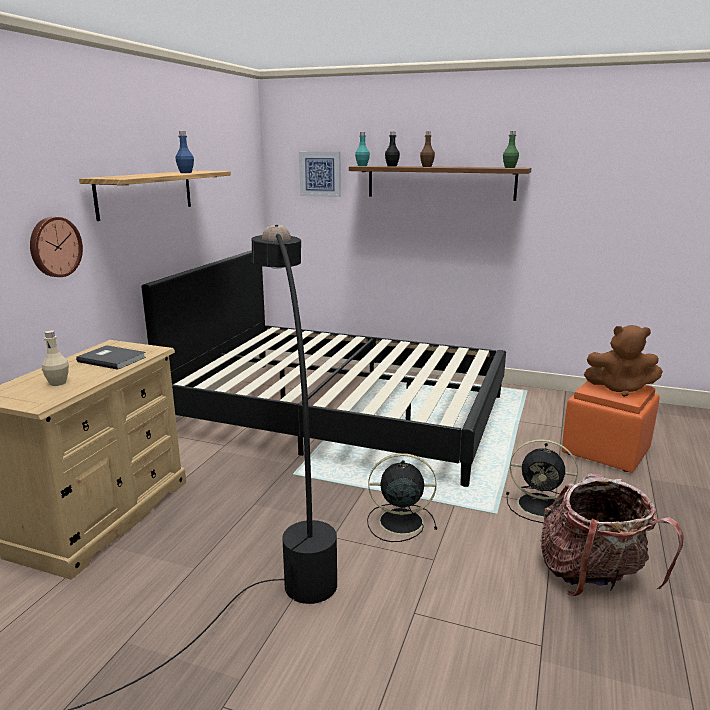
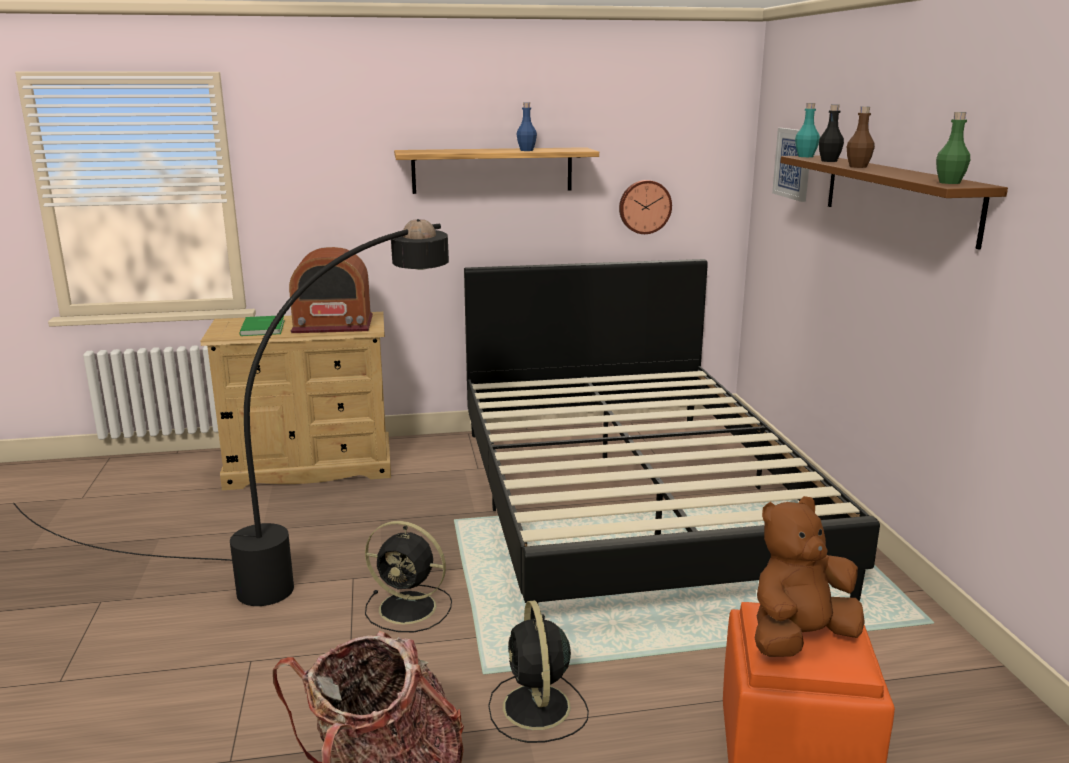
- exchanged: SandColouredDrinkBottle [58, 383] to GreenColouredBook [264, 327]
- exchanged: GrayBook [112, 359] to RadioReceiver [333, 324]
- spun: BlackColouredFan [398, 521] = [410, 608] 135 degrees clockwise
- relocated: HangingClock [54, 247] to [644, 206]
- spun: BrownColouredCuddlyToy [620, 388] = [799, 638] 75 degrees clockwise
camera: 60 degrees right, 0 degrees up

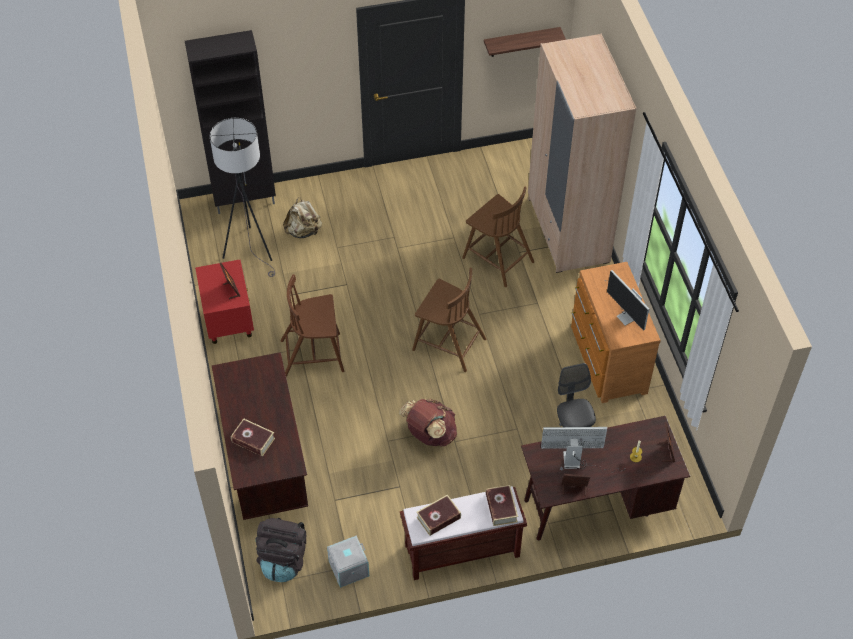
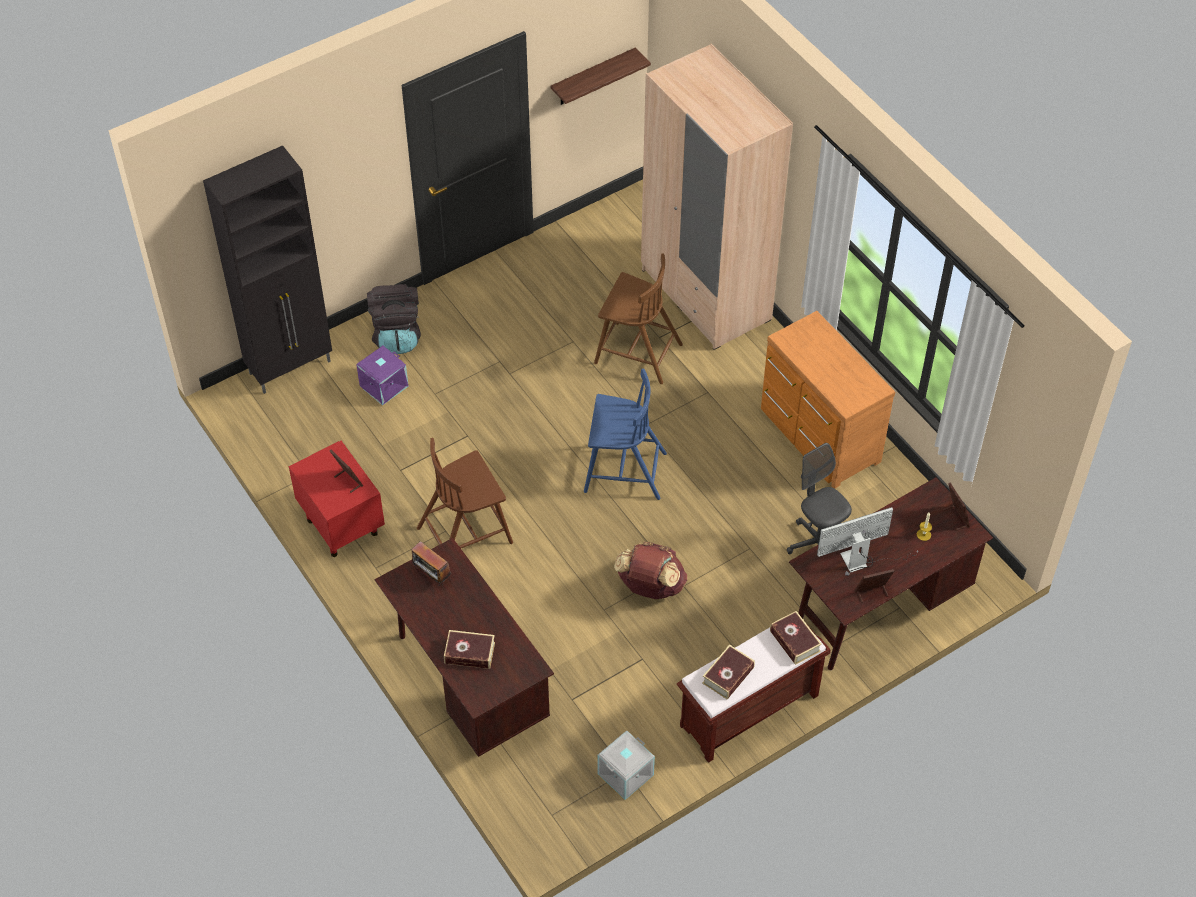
- exchanged: SandColouredBackpack [304, 231] to PurplishStorageContainer [383, 385]
- relocated: BlackColouredBackpack [284, 560] to [397, 336]
- appeared: RadioReceiver [432, 575]
- colour: BrownColouredChair [447, 343] to BlueChair [623, 472]
- missing: GrayFloorLamp [252, 250]
- missing: Monitor [625, 312]
camera: 20 degrees left, 0 degrees up

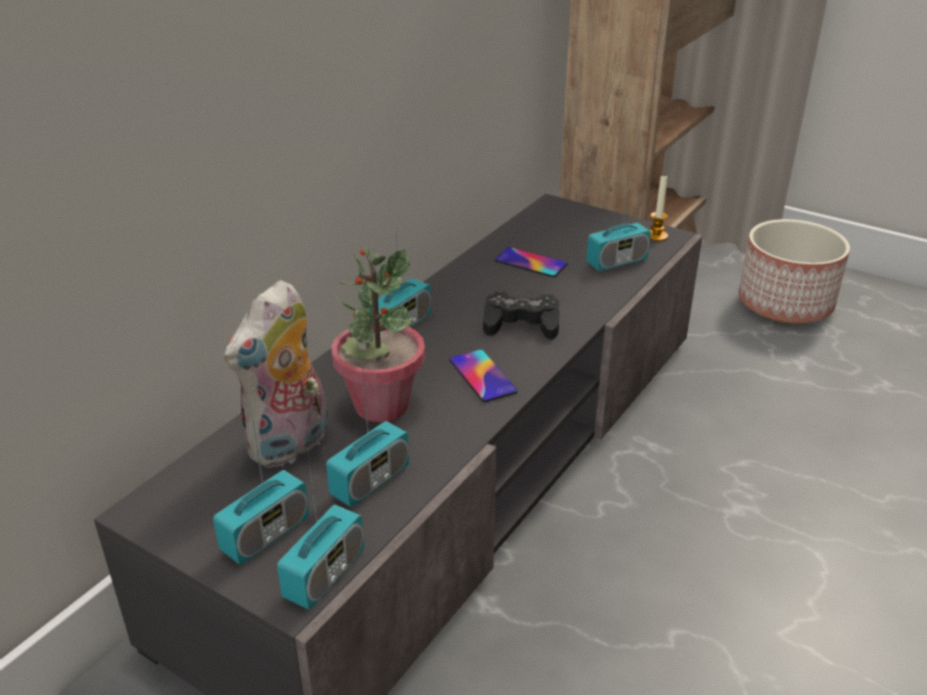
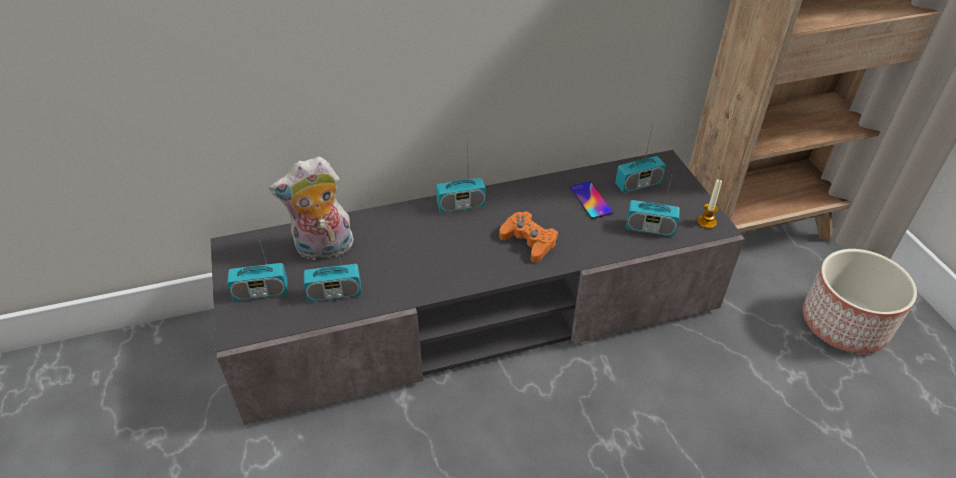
- colour: BlackColouredJoypad [521, 324] to OrangeyJoypad [529, 241]
- relocated: RadioReceiver [325, 574] to [638, 184]
- missing: Houseplant [380, 405]
- missing: Telephone [482, 376]
camera: 40 degrees right, 10 degrees up

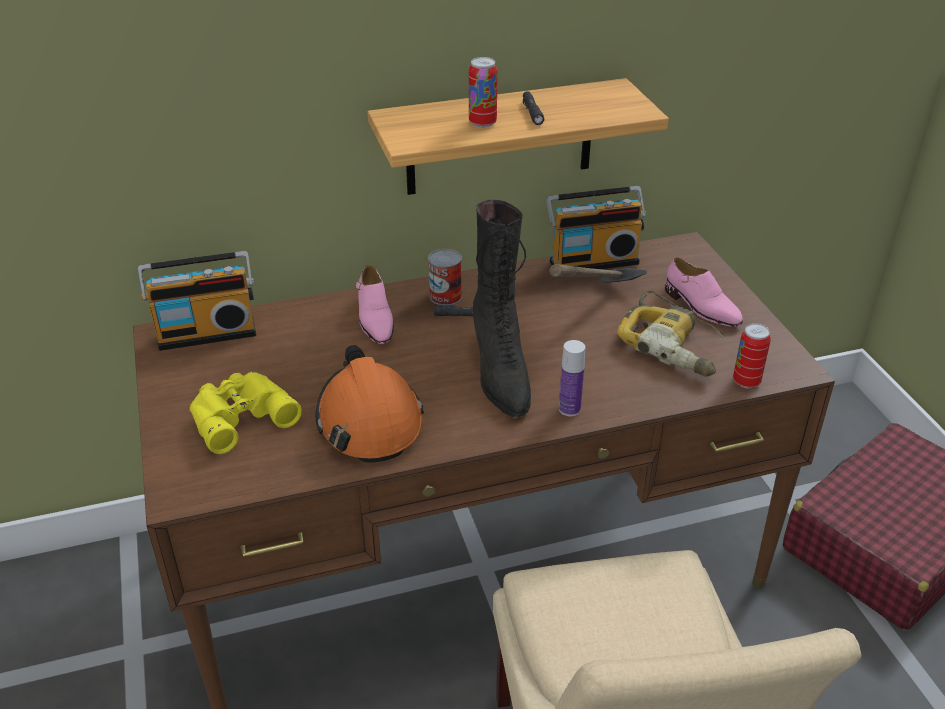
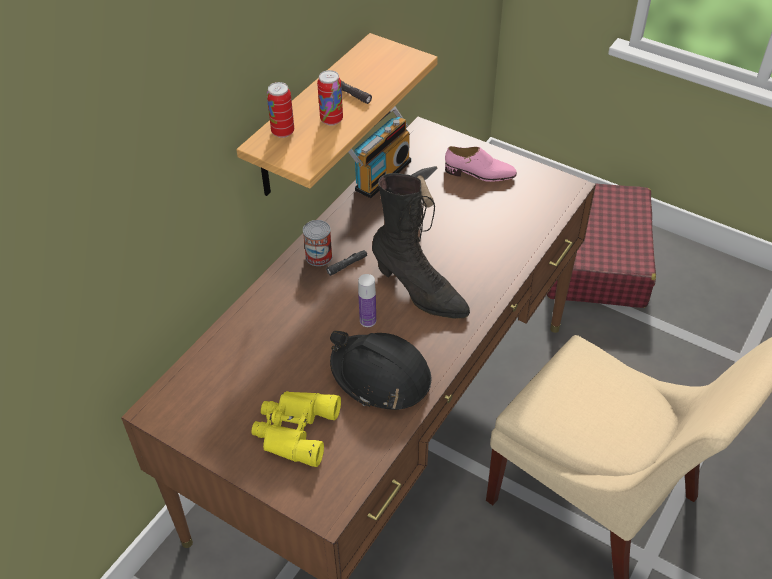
- relocated: SealedCan [746, 381] to [283, 132]
- colour: OrangeyHardHat [369, 420] to BlackColouredHardHat [380, 377]
- relocated: DrinkBottle [569, 409] to [368, 320]
- missing: RadioReceiver [207, 332]
- missing: PinkColouredLowShoe [374, 319]
- missing: Drill [673, 345]
camera: 40 degrees left, 10 degrees up

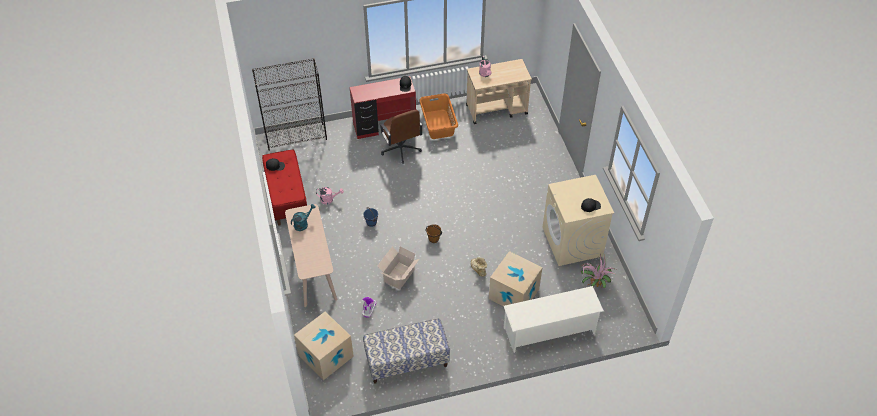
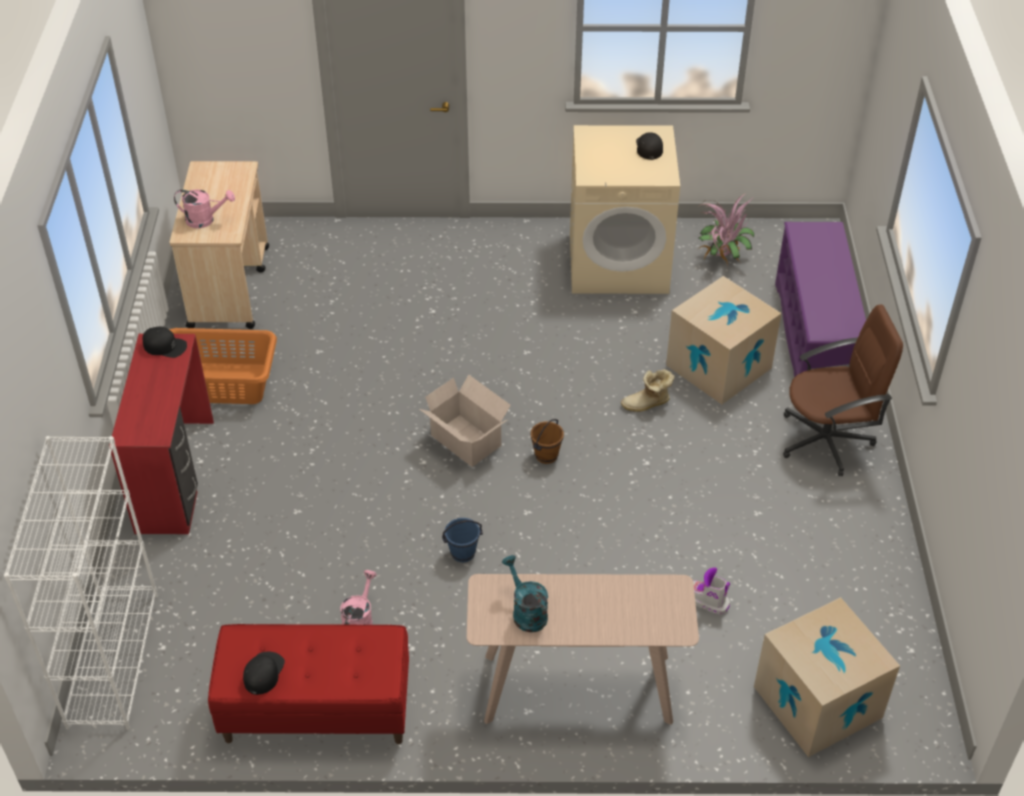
- colour: BlackColouredShelvingUnit [296, 136] to WhiteColouredShelvingUnit [113, 658]
- relocated: CardboardBox [398, 276] to [467, 442]
- colour: WhiteColouredShoeRack [549, 331] to PurplishShoeRack [813, 339]
- relocated: BrownColouredDeskChair [400, 149] to [826, 440]
- missing: Bench [407, 361]
camera: 75 degrees left, 5 degrees down

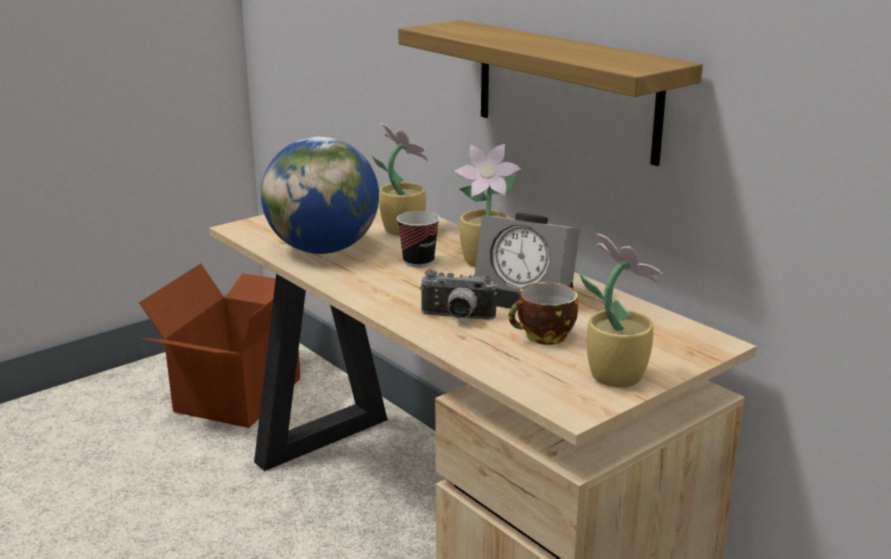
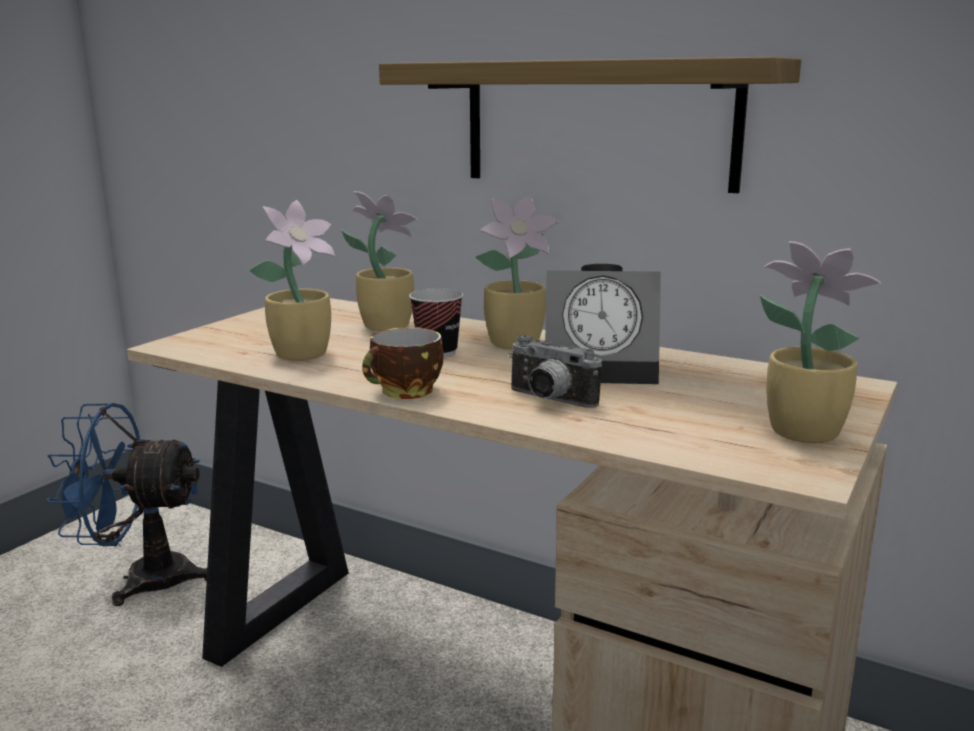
- exchanged: CardboardBox [236, 394] to BlueFan [142, 579]
- exchanged: Globe [323, 249] to Houseplant [304, 354]
- relocated: SmallCup [544, 337] to [405, 392]
- spun: StillCamera [457, 318] = [548, 401] 45 degrees clockwise
camera: 20 degrees left, 5 degrees down

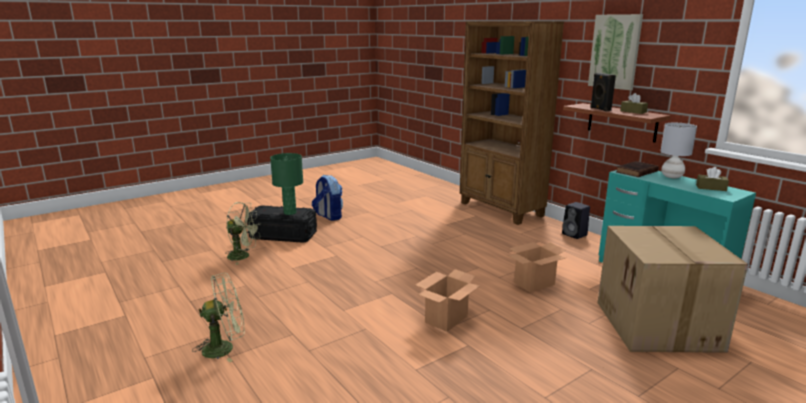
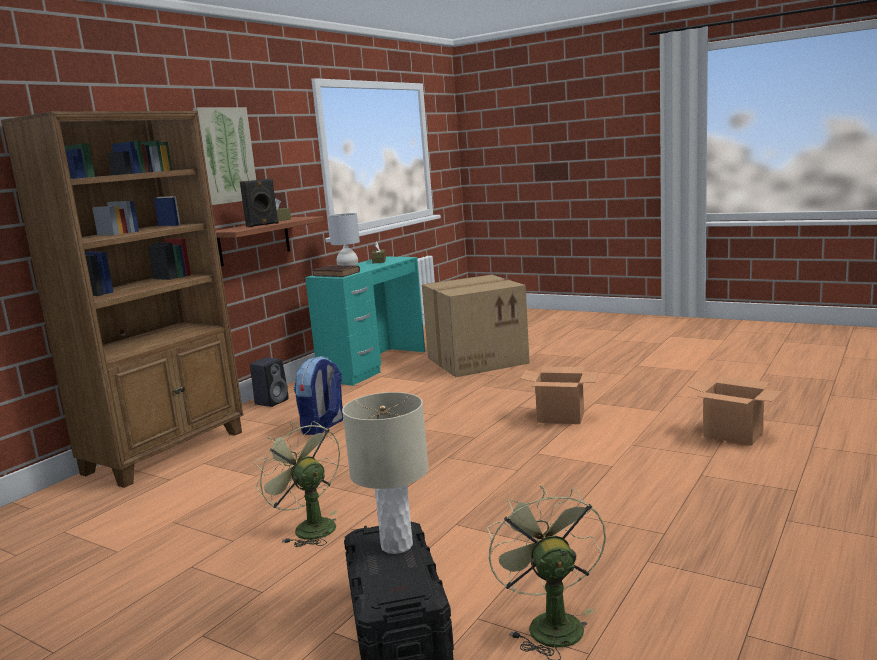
- relocated: GreenColouredFan [225, 348] to [308, 527]
- relocated: Backpack [328, 216] to [323, 427]
- colour: GreenColouredTableLamp [290, 213] to SandColouredTableLamp [397, 545]
- relocated: CardboardBox [534, 284] to [734, 435]
camera: 110 degrees left, 5 degrees down

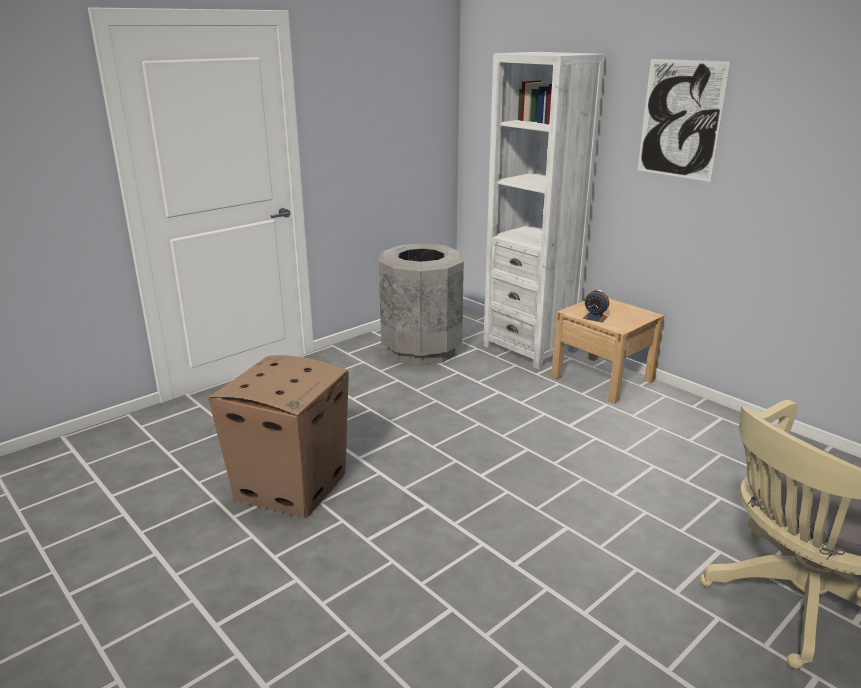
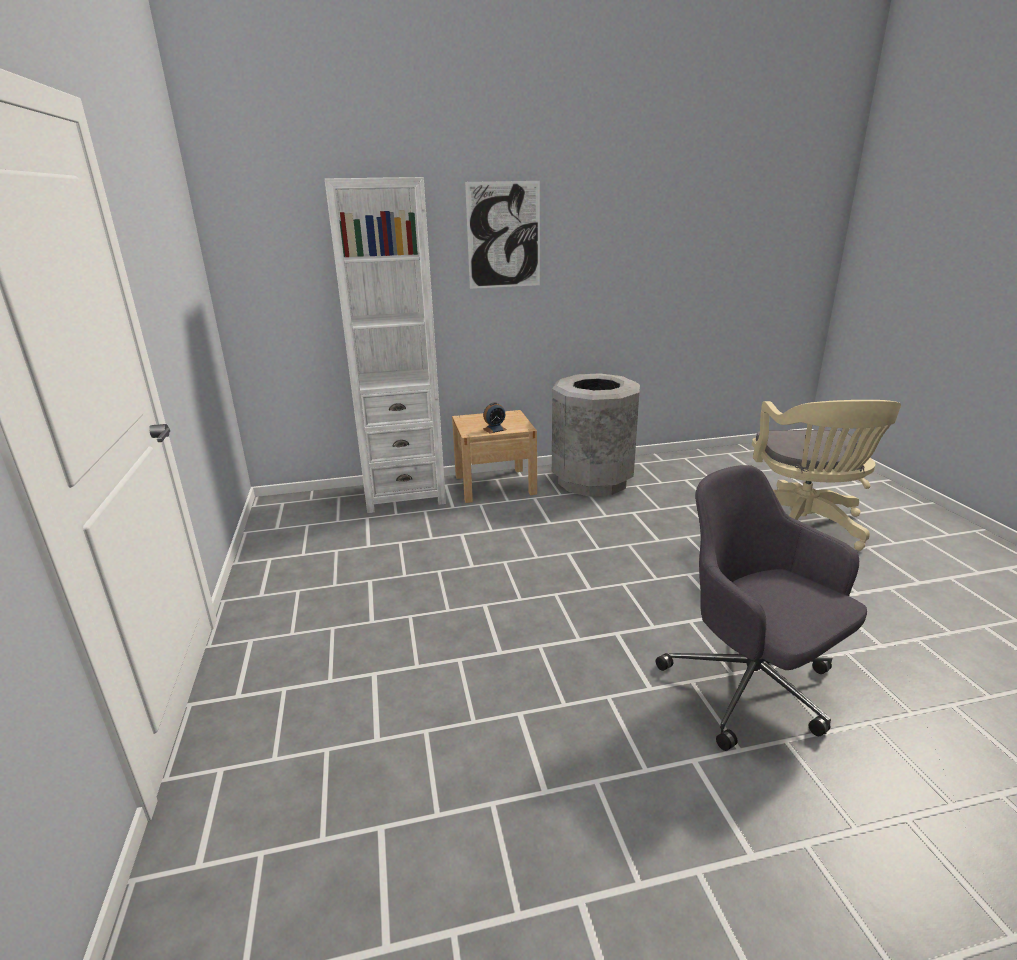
- relocated: GrayWasteBin [421, 350] to [592, 481]
- appeared: GrayDeskChair [752, 688]
- missing: CardboardBox [292, 486]
camera: 60 degrees left, 0 degrees up

